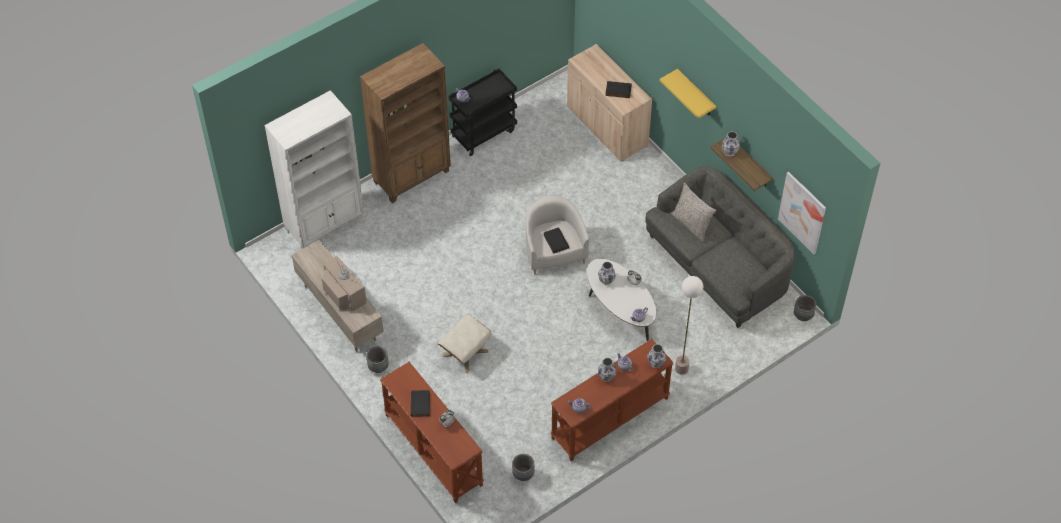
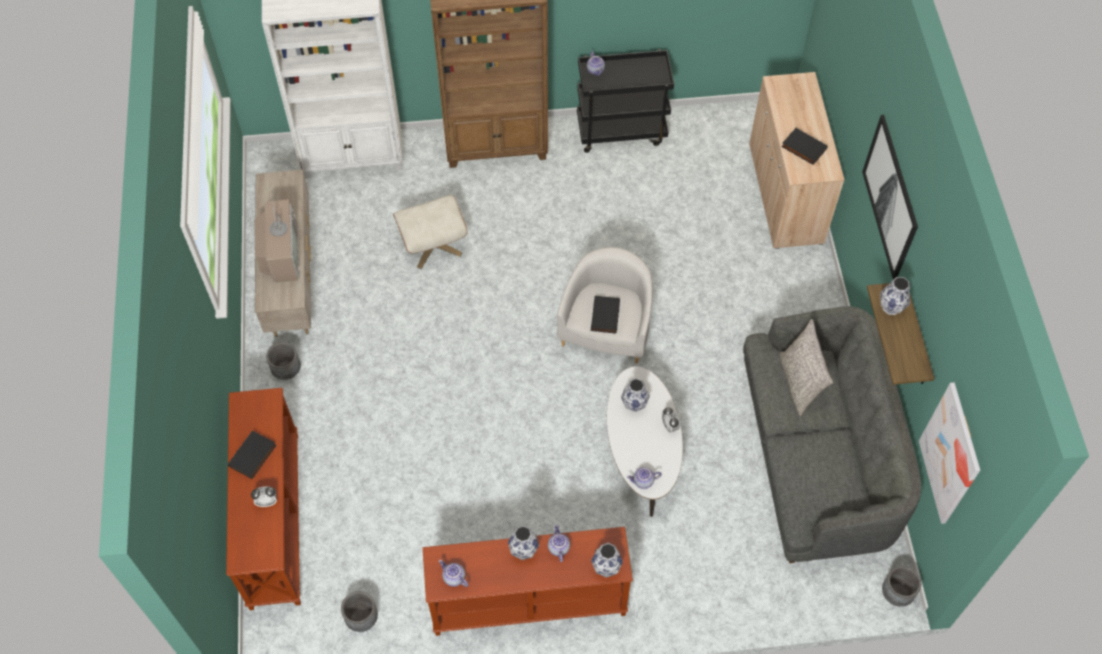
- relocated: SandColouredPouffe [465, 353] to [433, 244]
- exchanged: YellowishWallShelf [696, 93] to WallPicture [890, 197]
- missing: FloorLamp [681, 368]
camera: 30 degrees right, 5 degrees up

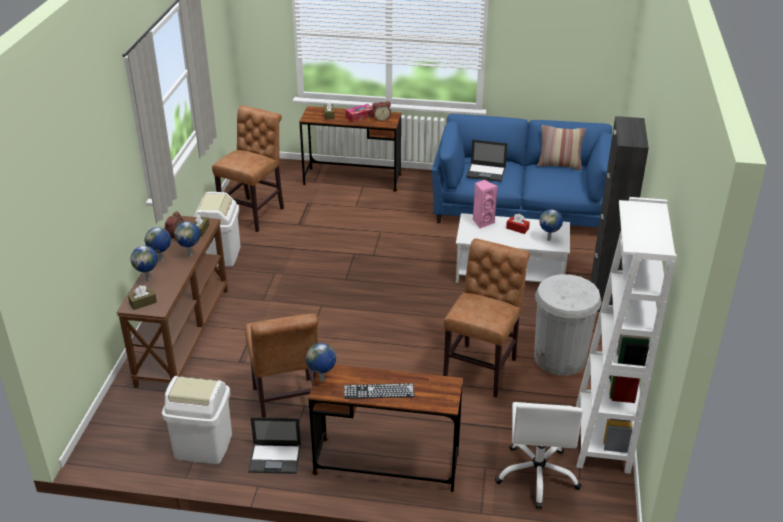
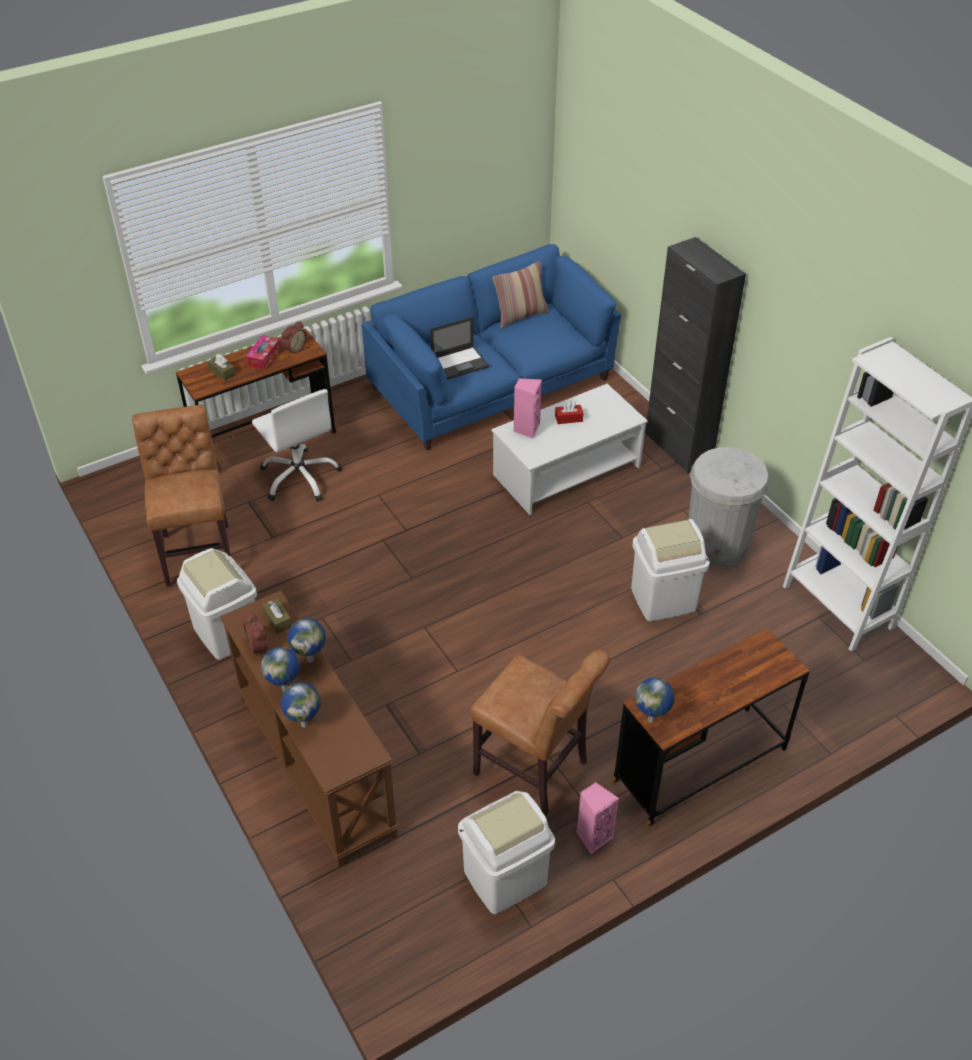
- relocated: WhiteColouredDeskChair [537, 475] to [300, 477]
- exchanged: Laptop [275, 458] to PinkColouredAudioSpeaker [593, 836]
- exchanged: BrownColouredChair [482, 367] to WhiteColouredWasteBin [663, 599]
- missing: BrownColouredTissueBox [143, 303]
- missing: PcKeyboard [379, 391]
- missing: Globe [549, 239]
camera: 40 degrees left, 10 degrees up

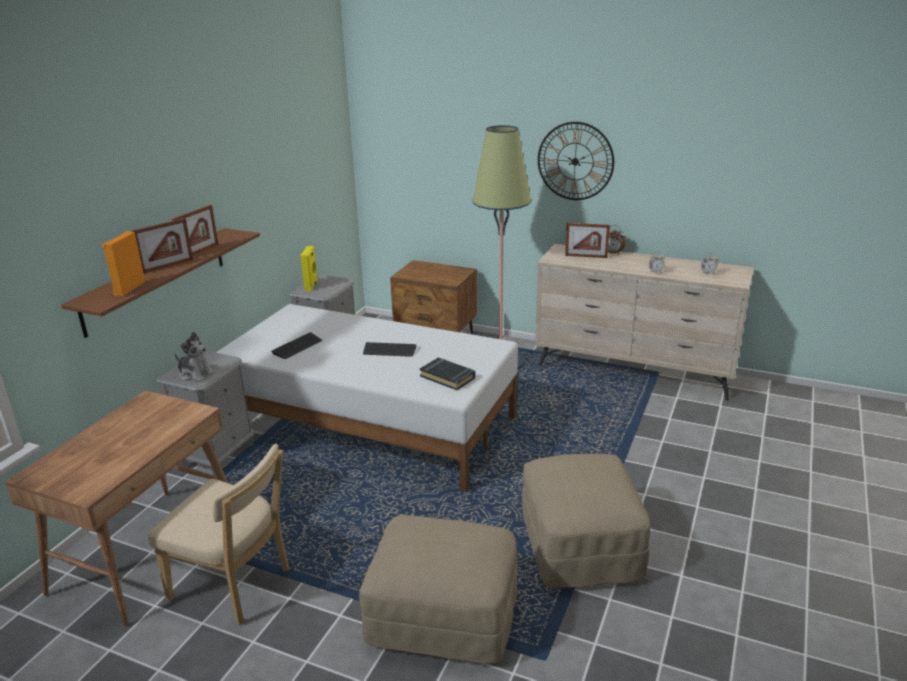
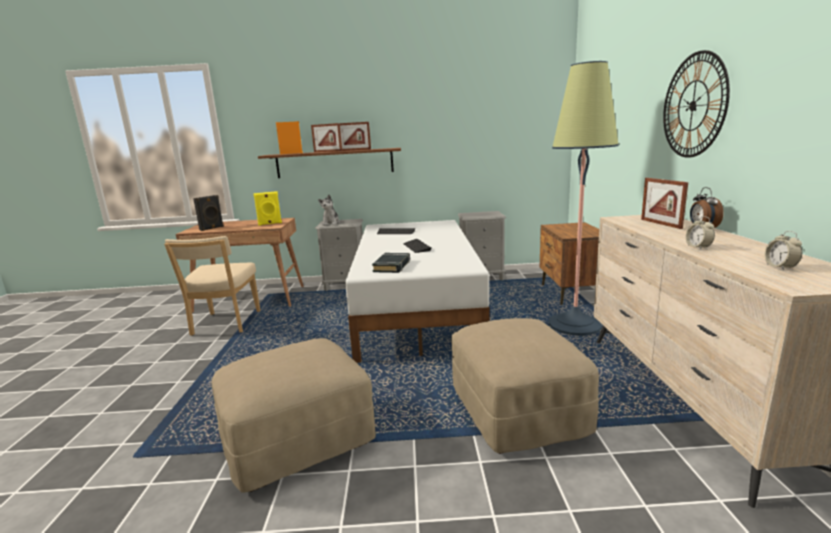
- appeared: BlackColouredAudioSpeaker [212, 228]
- relocated: YellowishAudioSpeaker [311, 286] to [270, 224]
- relocated: SandColouredPouffe [444, 616] to [518, 411]
camera: 65 degrees right, 10 degrees down

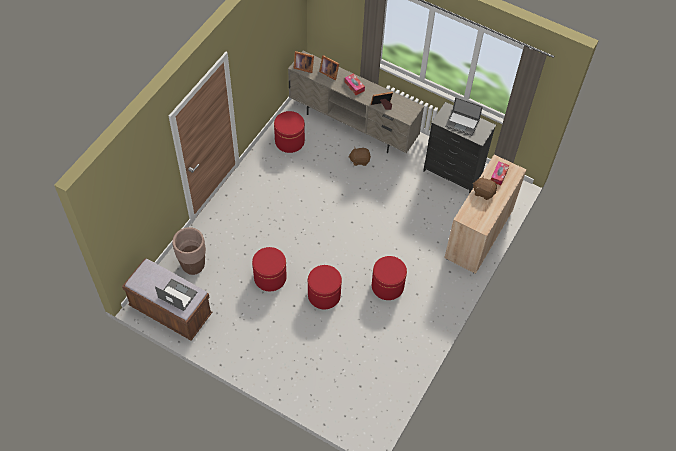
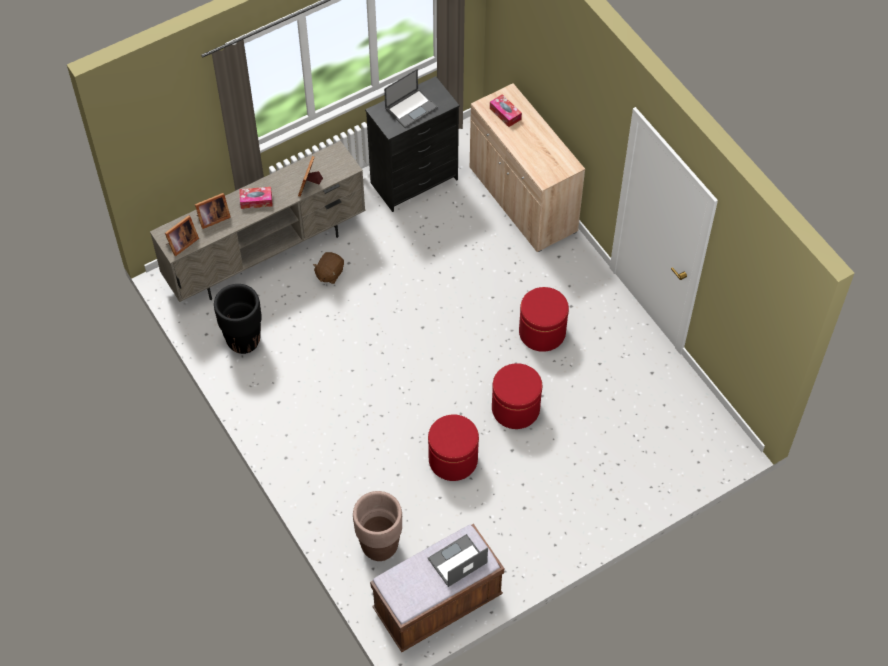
- exchanged: ReddishPouffe [289, 141] to BlackColouredFlowerPot [243, 341]
- missing: BrownColouredCuddlyToy [483, 192]
camera: 60 degrees left, 0 degrees up

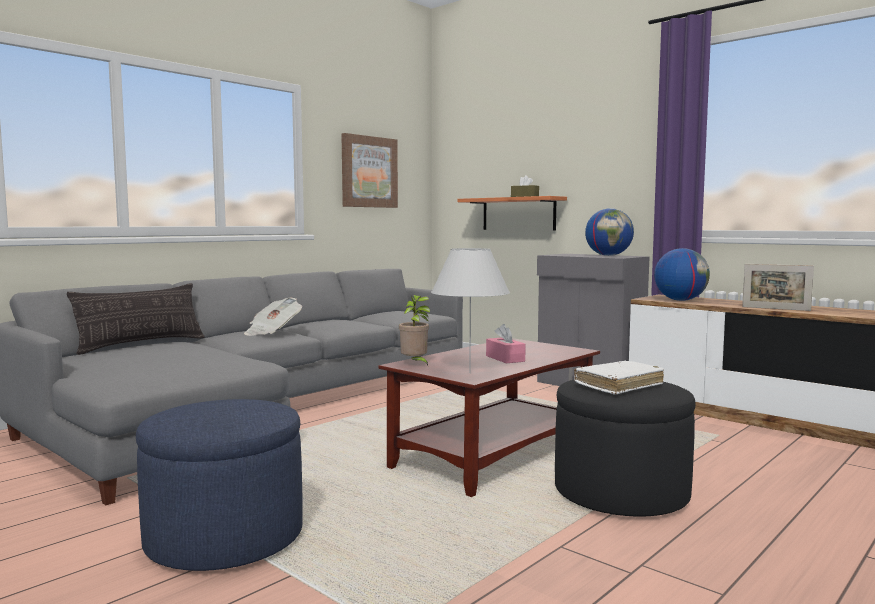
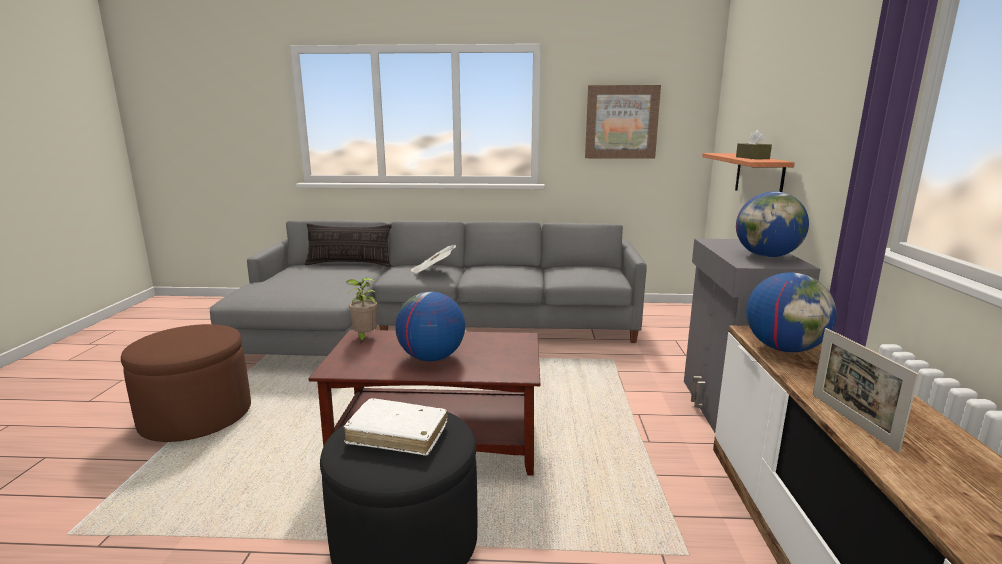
- colour: BluePouffe [225, 537] to BrownColouredPouffe [196, 417]
- exchanged: PinkColouredTissueBox [505, 358] to Globe [431, 358]
- missing: WhiteColouredTableLamp [469, 373]
camera: 50 degrees right, 10 degrees up

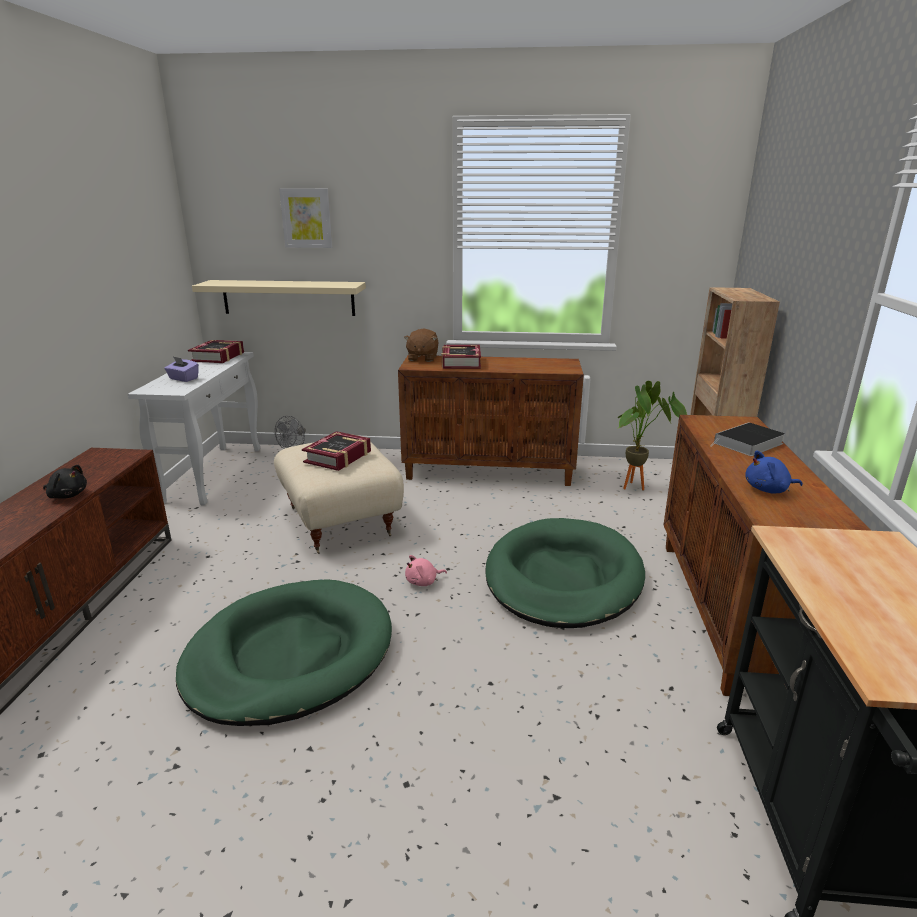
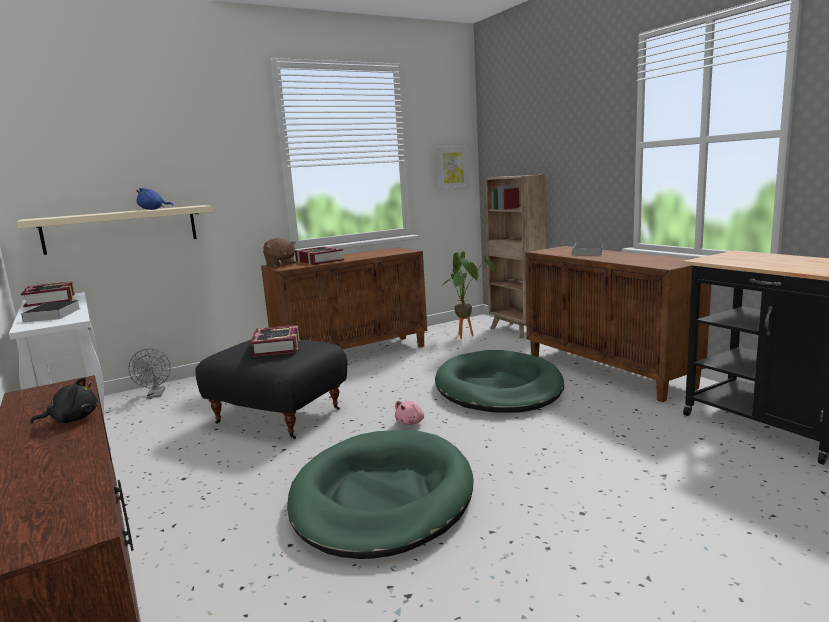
- exchanged: PurplishTissueBox [183, 379] to Book [53, 315]
- relocated: BlueCuddlyToy [768, 490] to [153, 209]
- colour: SandColouredPouffe [342, 521] to BlackColouredPouffe [280, 415]
- relocated: WallPicture [306, 218] to [452, 167]
camera: 35 degrees left, 10 degrees down

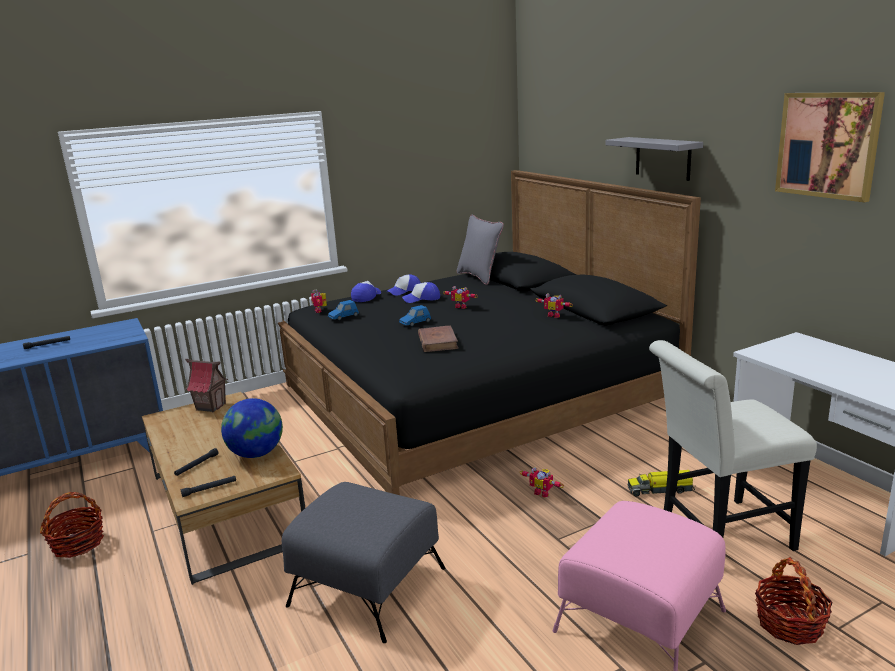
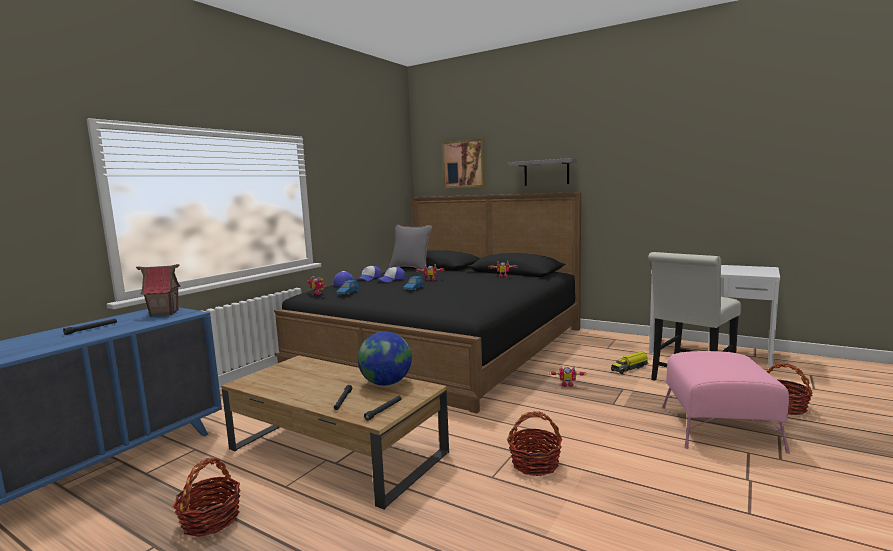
- relocated: ToyHouse [211, 406] to [164, 313]
- relocated: WallPicture [827, 145] to [464, 164]
- exchanged: GrayPouffe [368, 587] to Basket [535, 464]
- missing: BrownColouredBook [437, 342]
camera: 30 degrees left, 10 degrees down

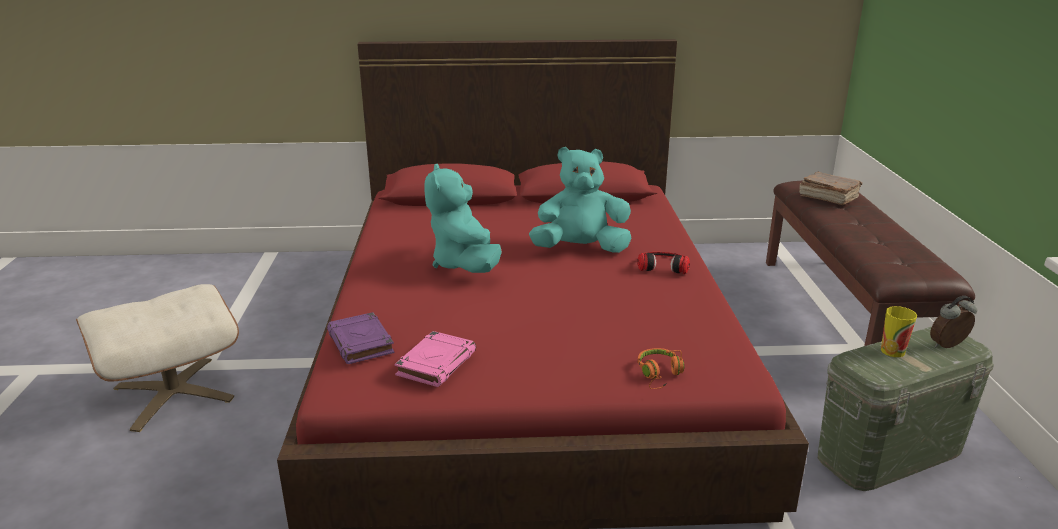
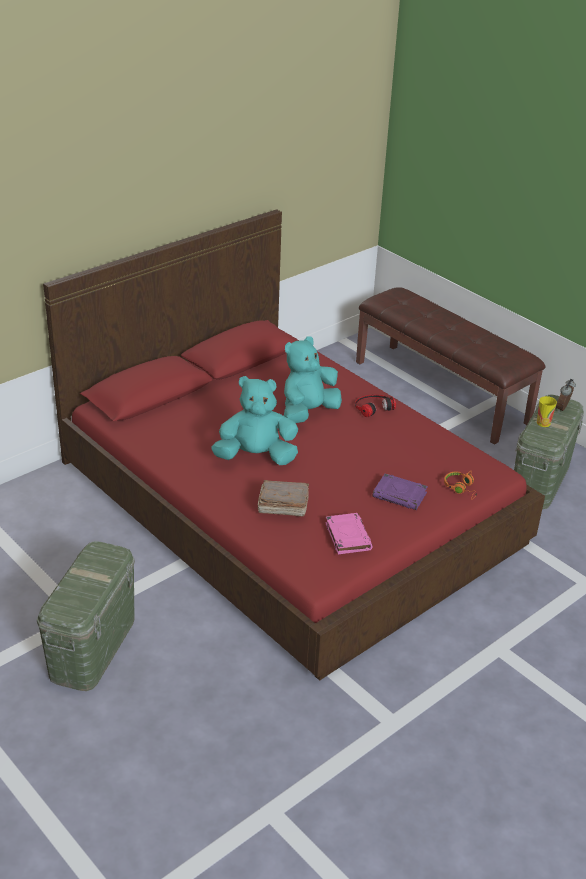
- exchanged: SandColouredPouffe [173, 392] to GreenColouredStorageContainer [92, 647]
- spun: BlueGreenCuddlyToy [465, 264] = [256, 457] 135 degrees clockwise
- relocated: BrownColouredBook [827, 198] to [282, 506]
- relocated: PurplishBook [361, 343] to [400, 495]
camera: 40 degrees left, 10 degrees up

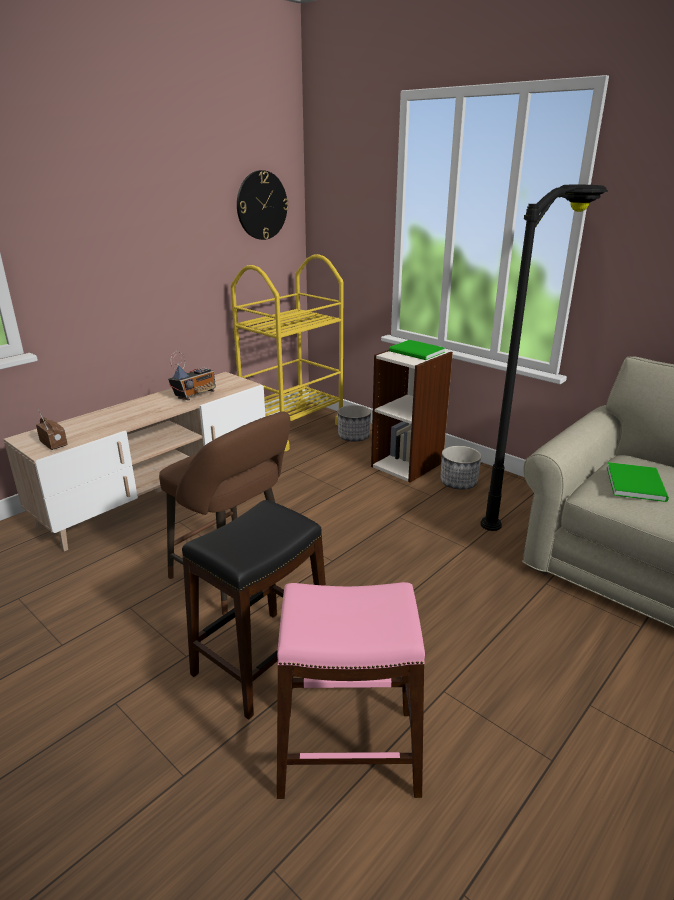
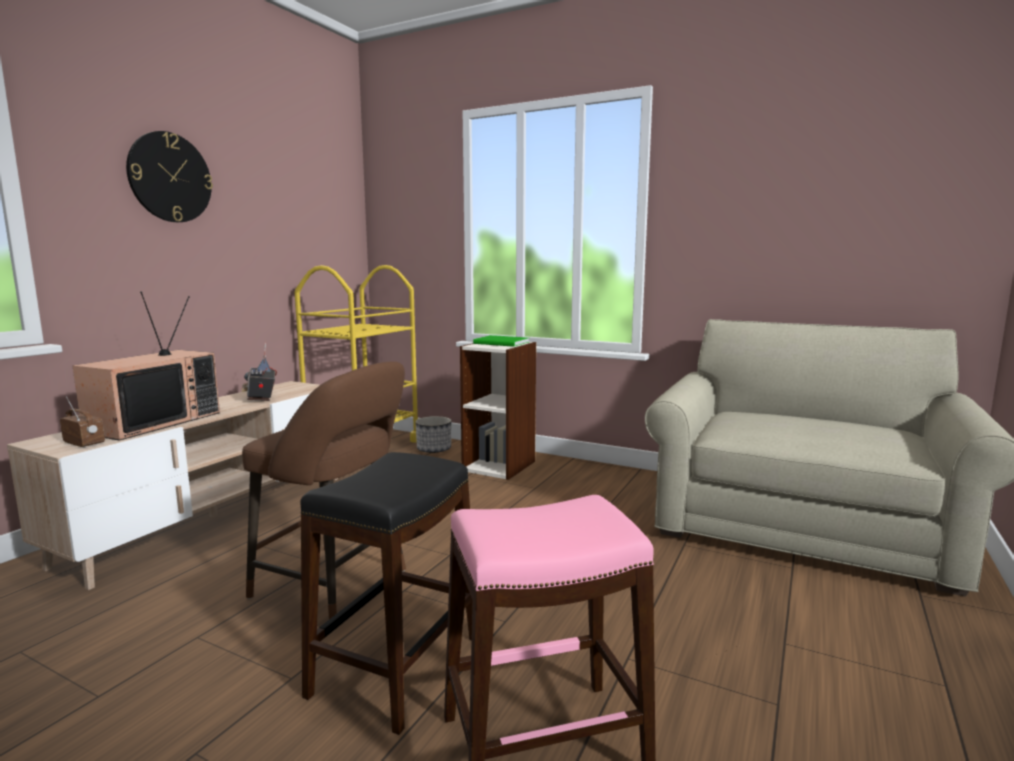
- appeared: TvSet [155, 422]
- relocated: HangingClock [261, 205] to [170, 177]
- spun: RadioReceiver [195, 395] = [261, 397] 135 degrees clockwise
- missing: FlowerPot [458, 483]
- missing: BlackColouredFloorLamp [521, 501]
- missing: GreenColouredBook [637, 483]
camera: 15 degrees left, 15 degrees down

